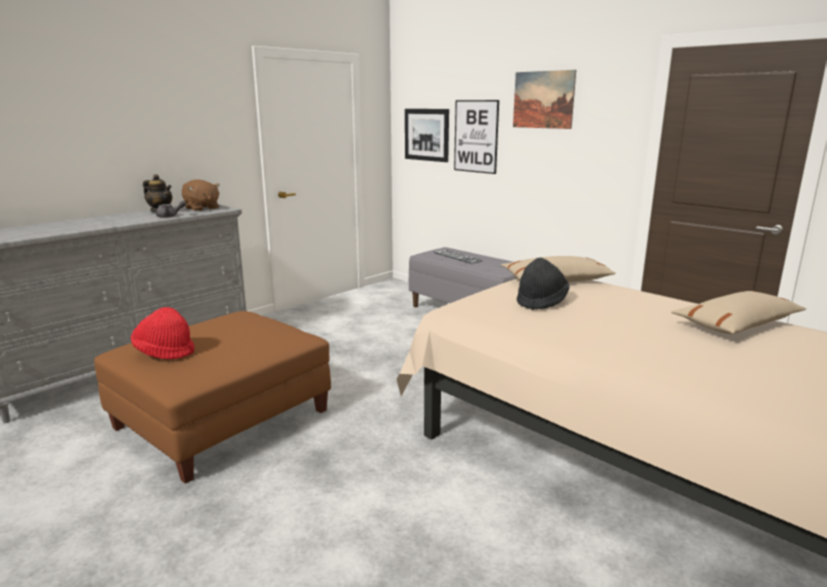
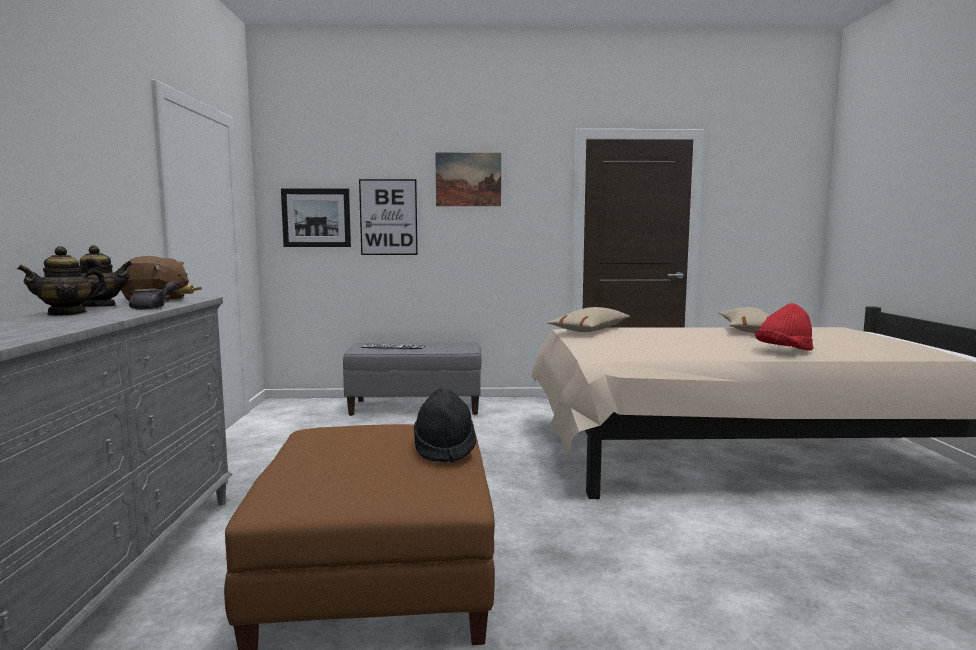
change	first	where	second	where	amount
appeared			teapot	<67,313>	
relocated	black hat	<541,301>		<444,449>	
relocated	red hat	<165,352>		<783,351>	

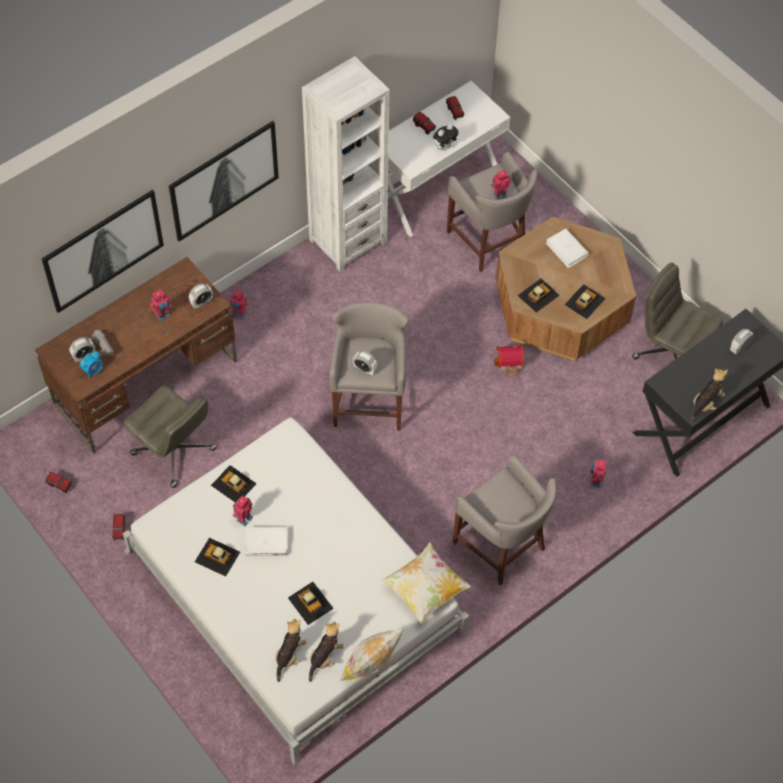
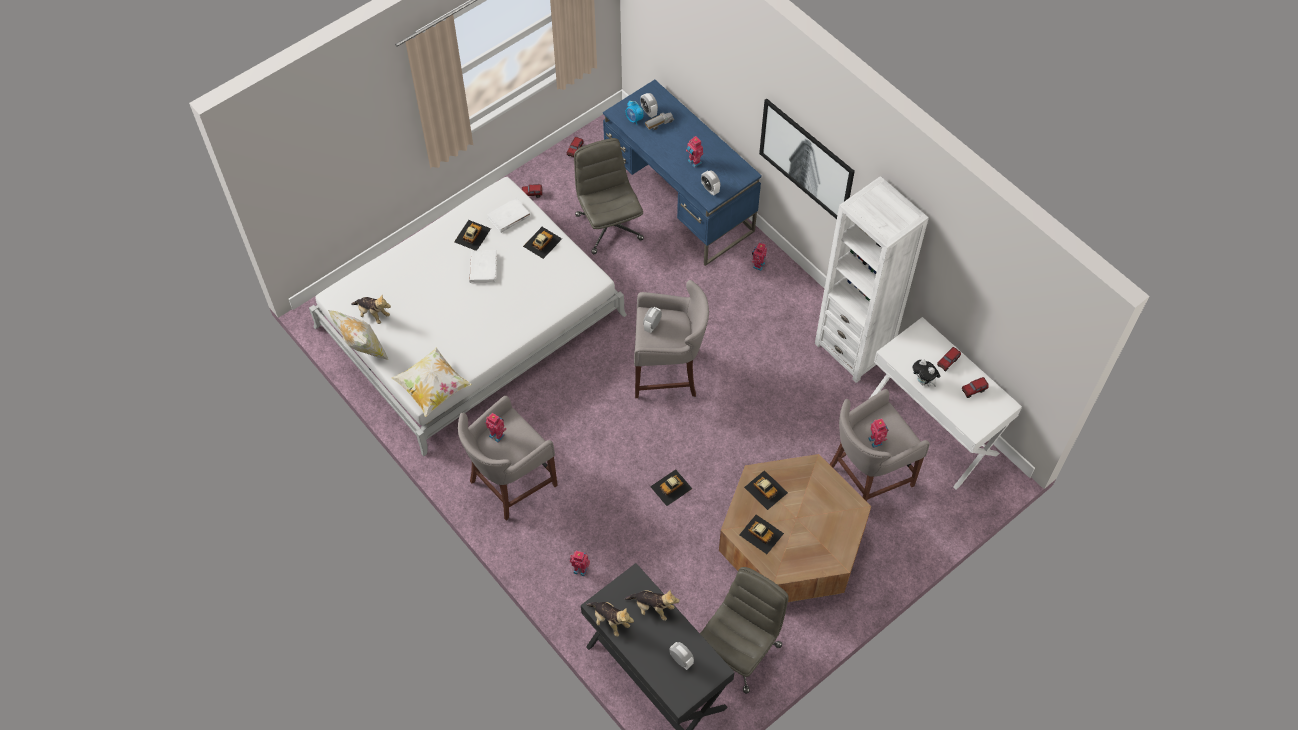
change	first	where	second	where	amount
relocated	toy robot	<243,518>		<497,435>	
relocated	white book	<567,249>		<508,217>	
spun	grey office chair	<174,452>		<608,226>	120 degrees clockwise
colour	brown desk	<146,382>	blue desk	<679,201>	
relocated	plush toy	<289,655>		<652,607>	
relocated	toy car	<310,602>		<671,487>	
missing	picture	<102,249>			
missing	toy house	<510,364>			

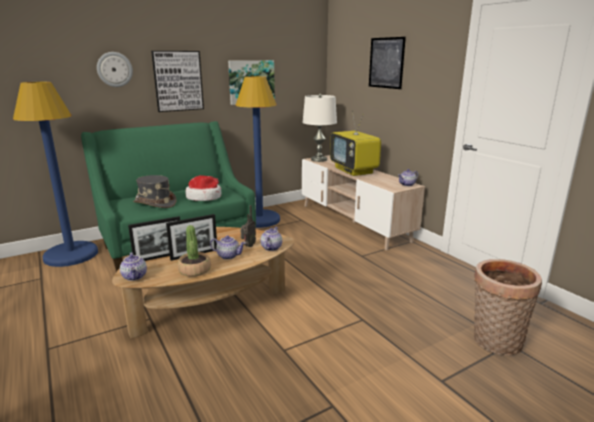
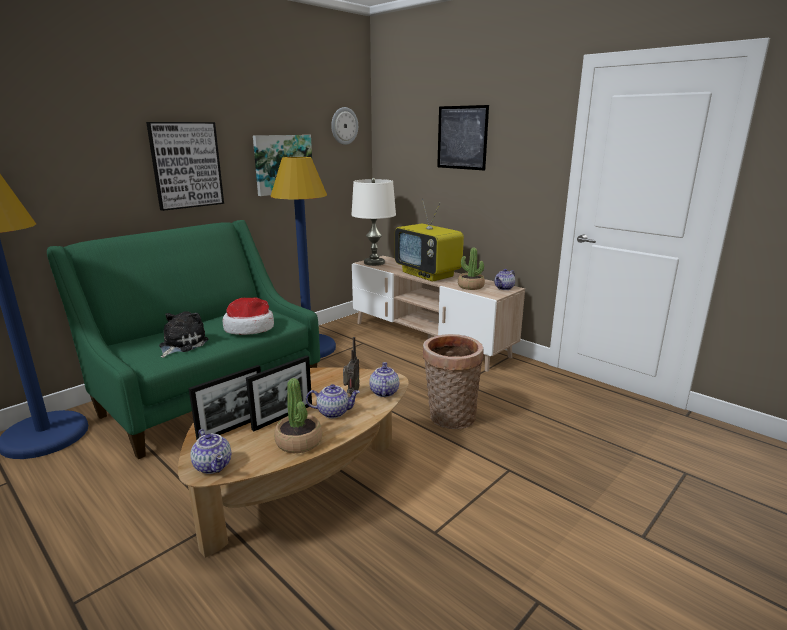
change	first	where	second	where	amount
exchanged	grey hat	<155,203>	plush toy	<181,345>	
relocated	wall clock	<114,69>		<344,126>	
relocated	basket	<494,342>		<450,418>	
appeared			potted plant	<470,286>	

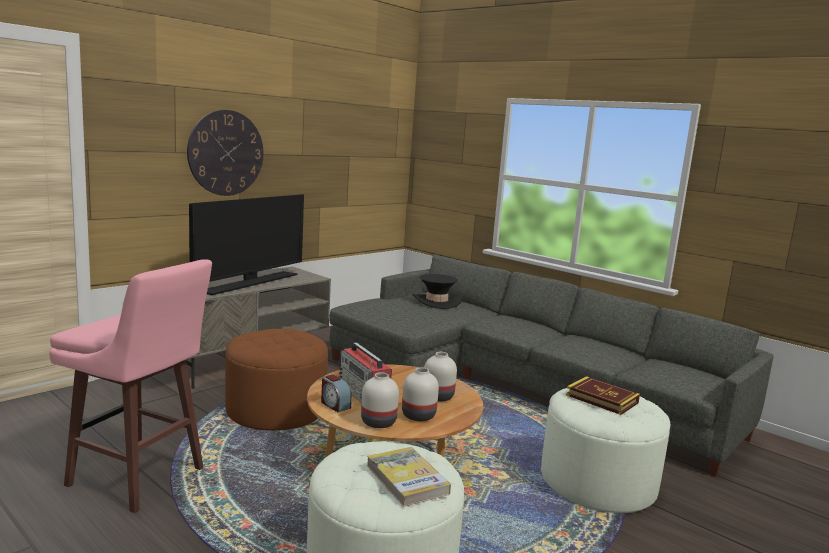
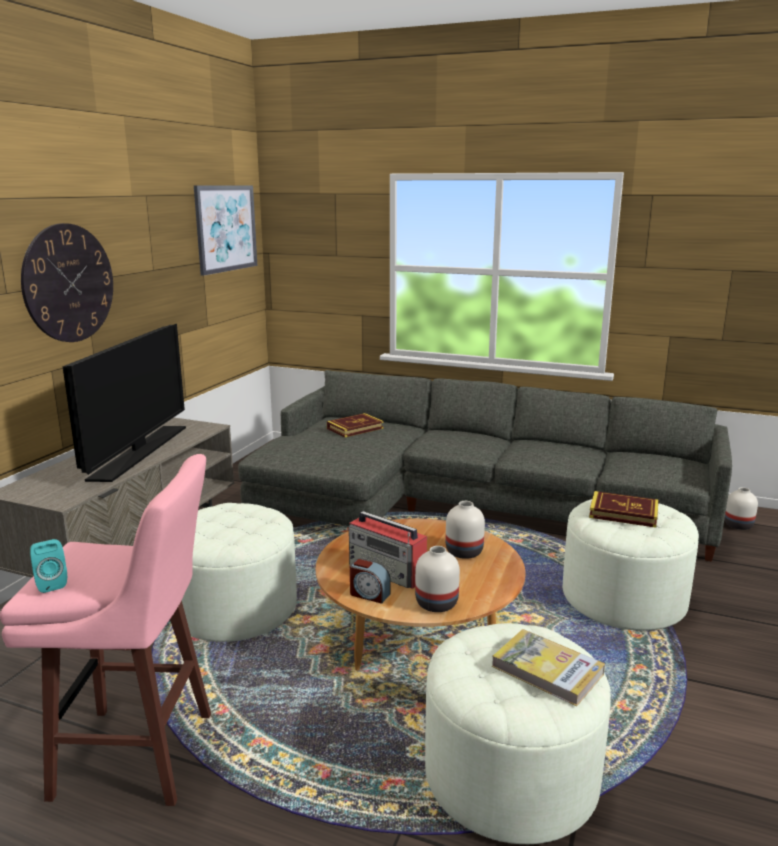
change	first	where	second	where	amount
appeared			turquoise speaker	<50,583>	
colour	brown ottoman	<276,410>	white ottoman	<235,608>	
appeared			picture	<226,228>	
exchanged	black hat	<436,302>	book	<355,428>	
relocated	white vase	<419,415>		<738,525>	

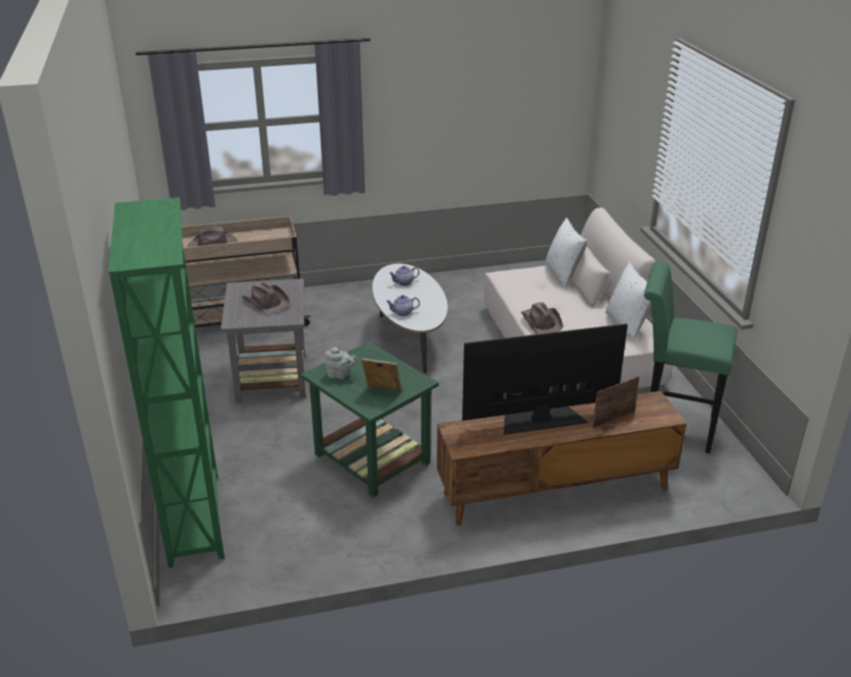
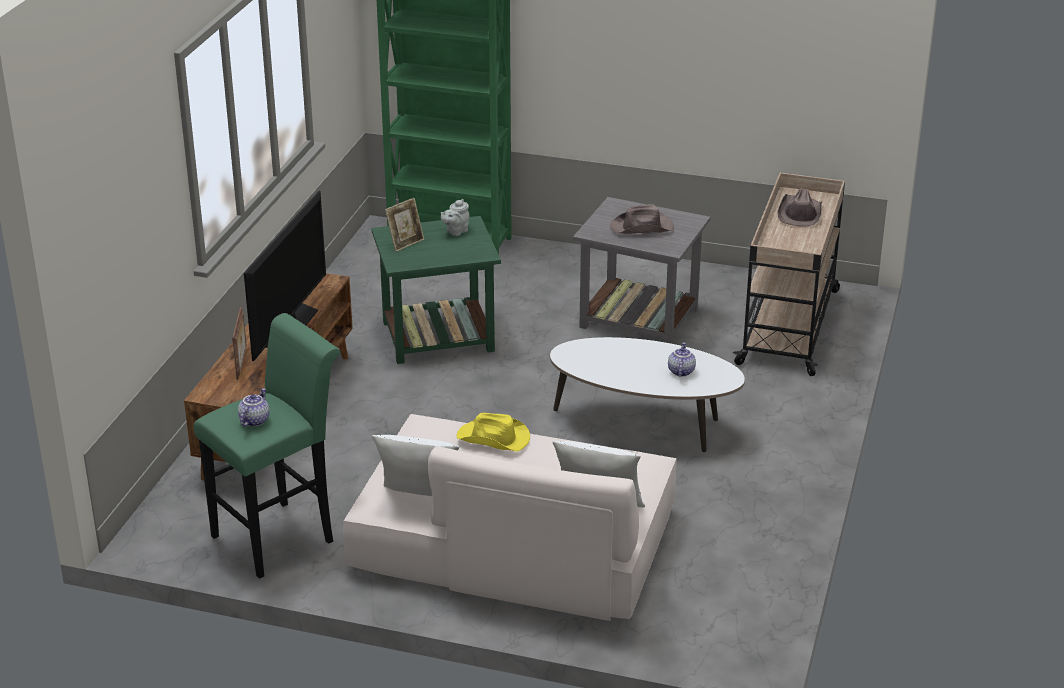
change	first	where	second	where	amount
relocated	teapot	<403,313>		<254,420>	
colour	brown hat	<542,322>	yellow hat	<494,438>	

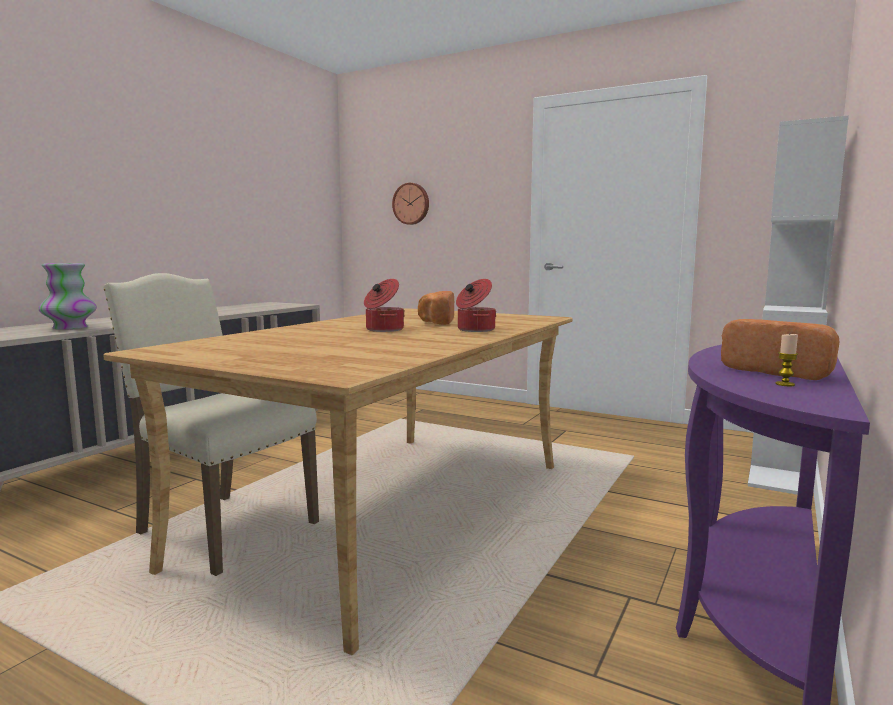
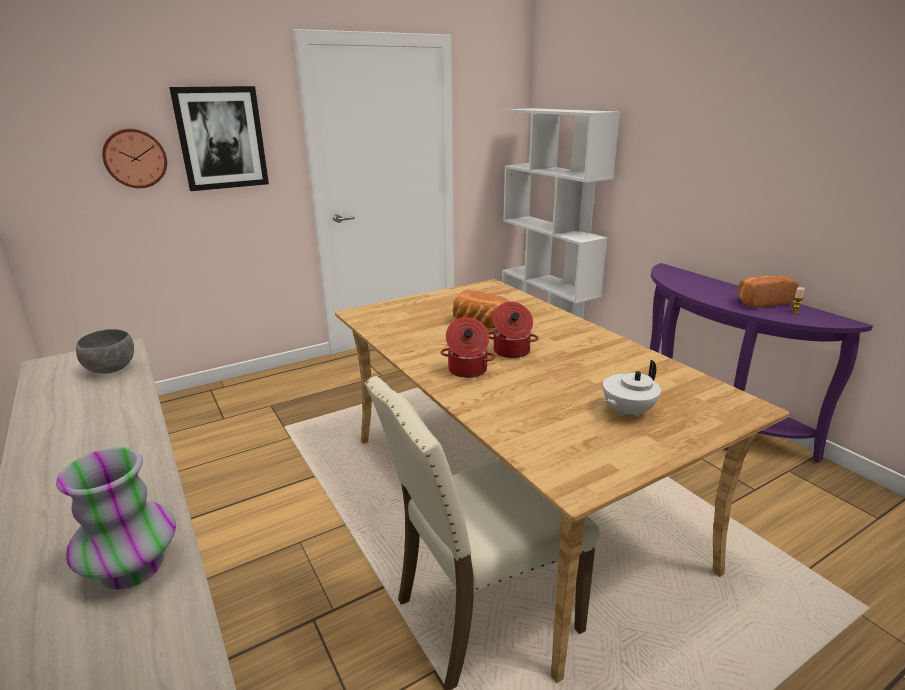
change	first	where	second	where	amount
appeared			grey bowl	<113,369>	
appeared			picture	<221,138>	
relocated	cooking pot	<475,330>		<467,370>	
appeared			white teapot	<627,411>	

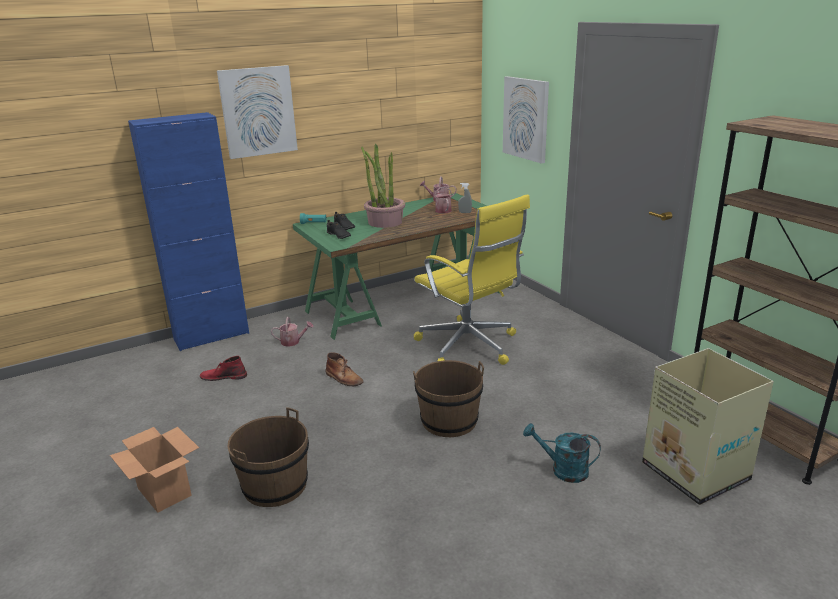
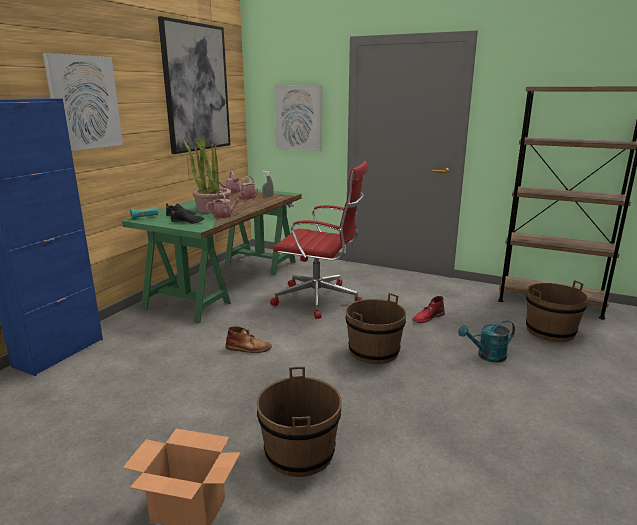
change	first	where	second	where	amount
appeared			picture	<196,88>	
relocated	watering can	<293,342>		<225,215>	
colour	yellow office chair	<469,346>	red office chair	<320,300>	
relocated	red boot	<223,376>		<427,317>	
exchanged	cardboard box	<694,471>	brown bucket	<550,331>	

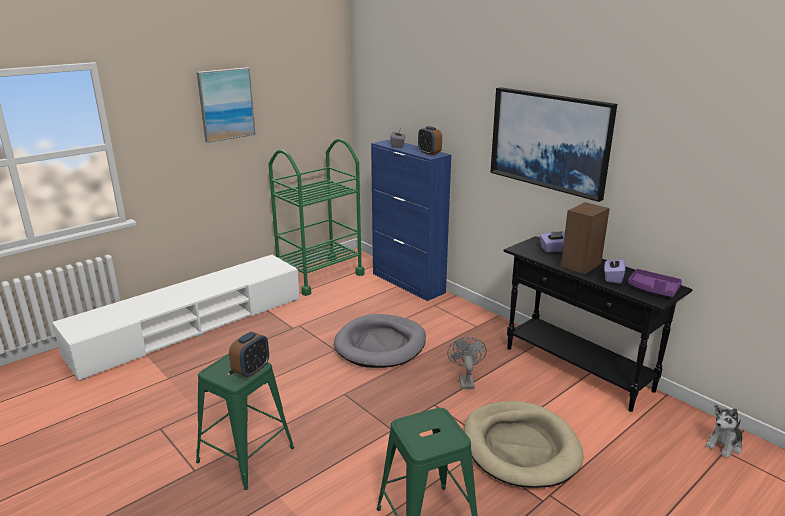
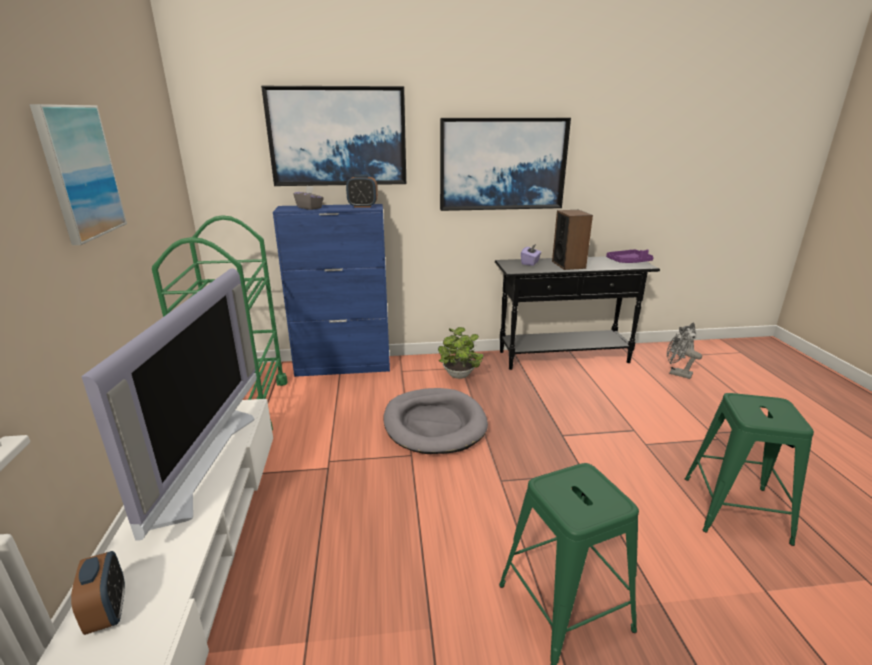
change	first	where	second	where	amount
relocated	alarm clock	<251,370>		<108,612>	
appeared			television	<199,461>	
appeared			picture	<338,137>	
appeared			potted plant	<459,376>	
relocated	grey fan	<465,380>		<676,373>	
missing	beige dog bed	<520,447>			
missing	purple tissue box	<612,278>			

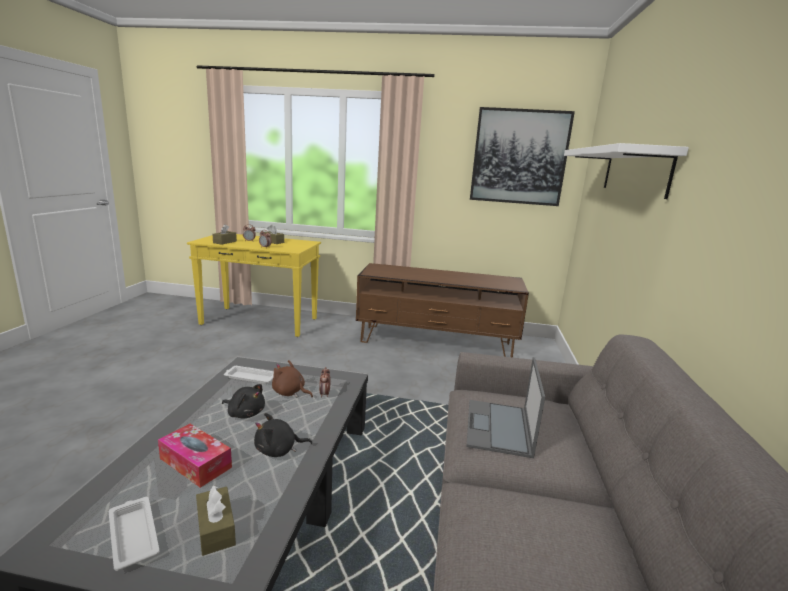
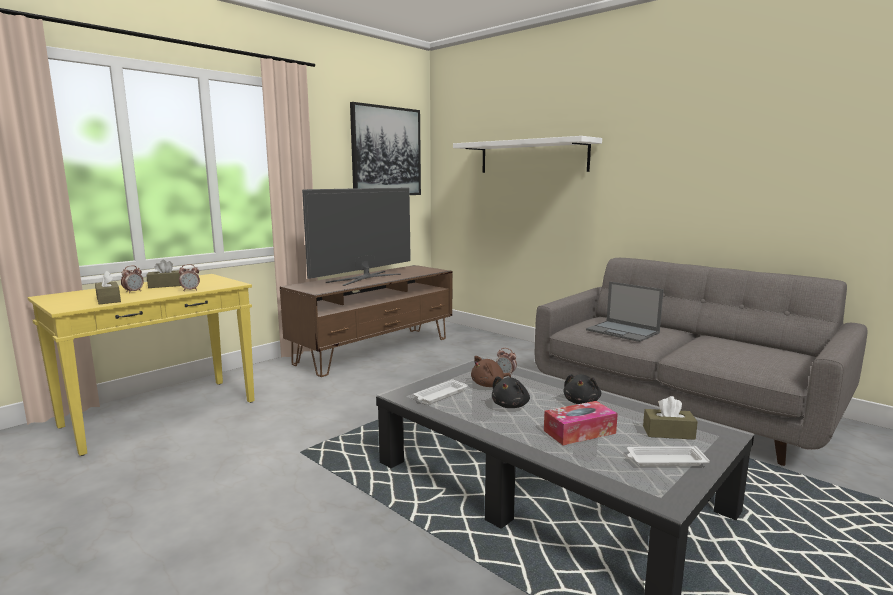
change	first	where	second	where	amount
appeared			television	<365,278>	
spun	black plush toy	<245,413>		<511,405>	150 degrees clockwise

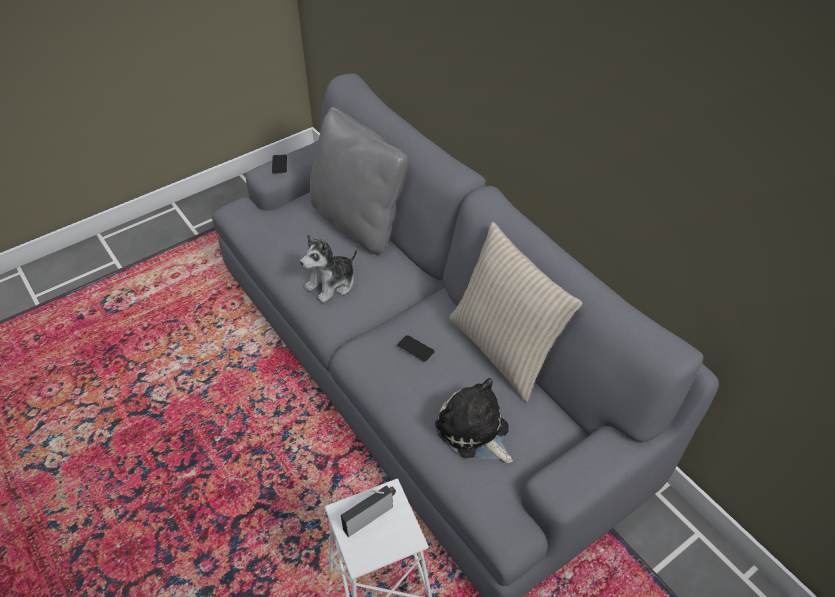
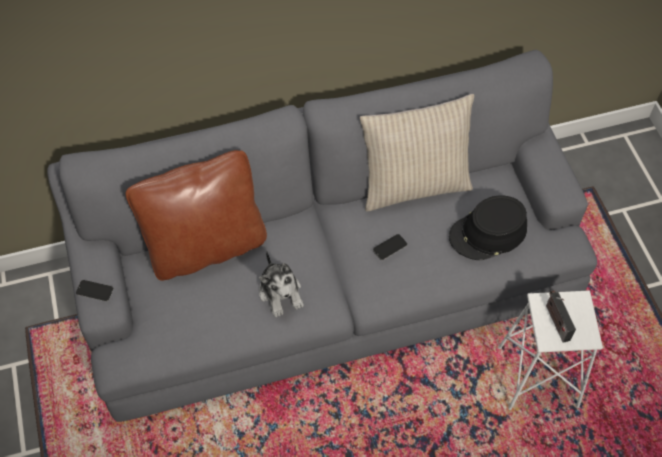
change	first	where	second	where	amount
colour	grey pillow	<358,222>	brown pillow	<206,246>	
exchanged	plush toy	<474,431>	black hat	<488,233>	

